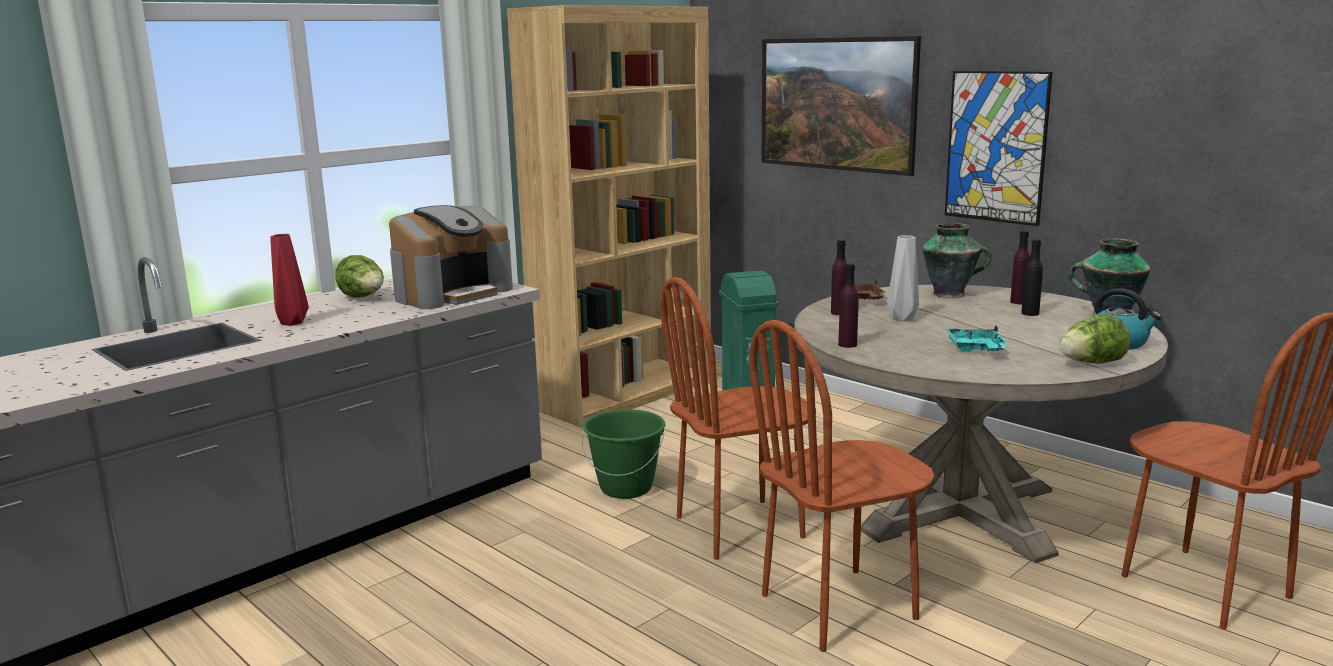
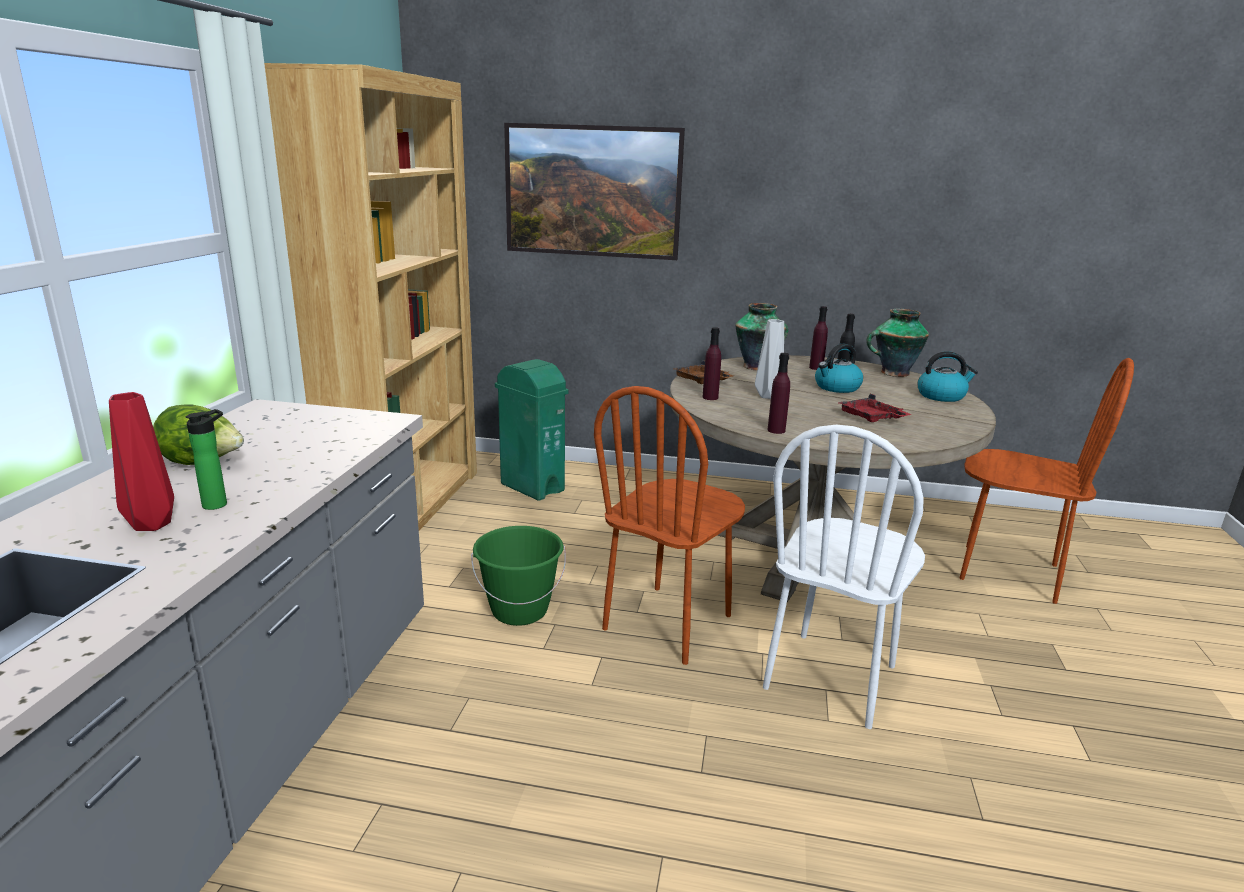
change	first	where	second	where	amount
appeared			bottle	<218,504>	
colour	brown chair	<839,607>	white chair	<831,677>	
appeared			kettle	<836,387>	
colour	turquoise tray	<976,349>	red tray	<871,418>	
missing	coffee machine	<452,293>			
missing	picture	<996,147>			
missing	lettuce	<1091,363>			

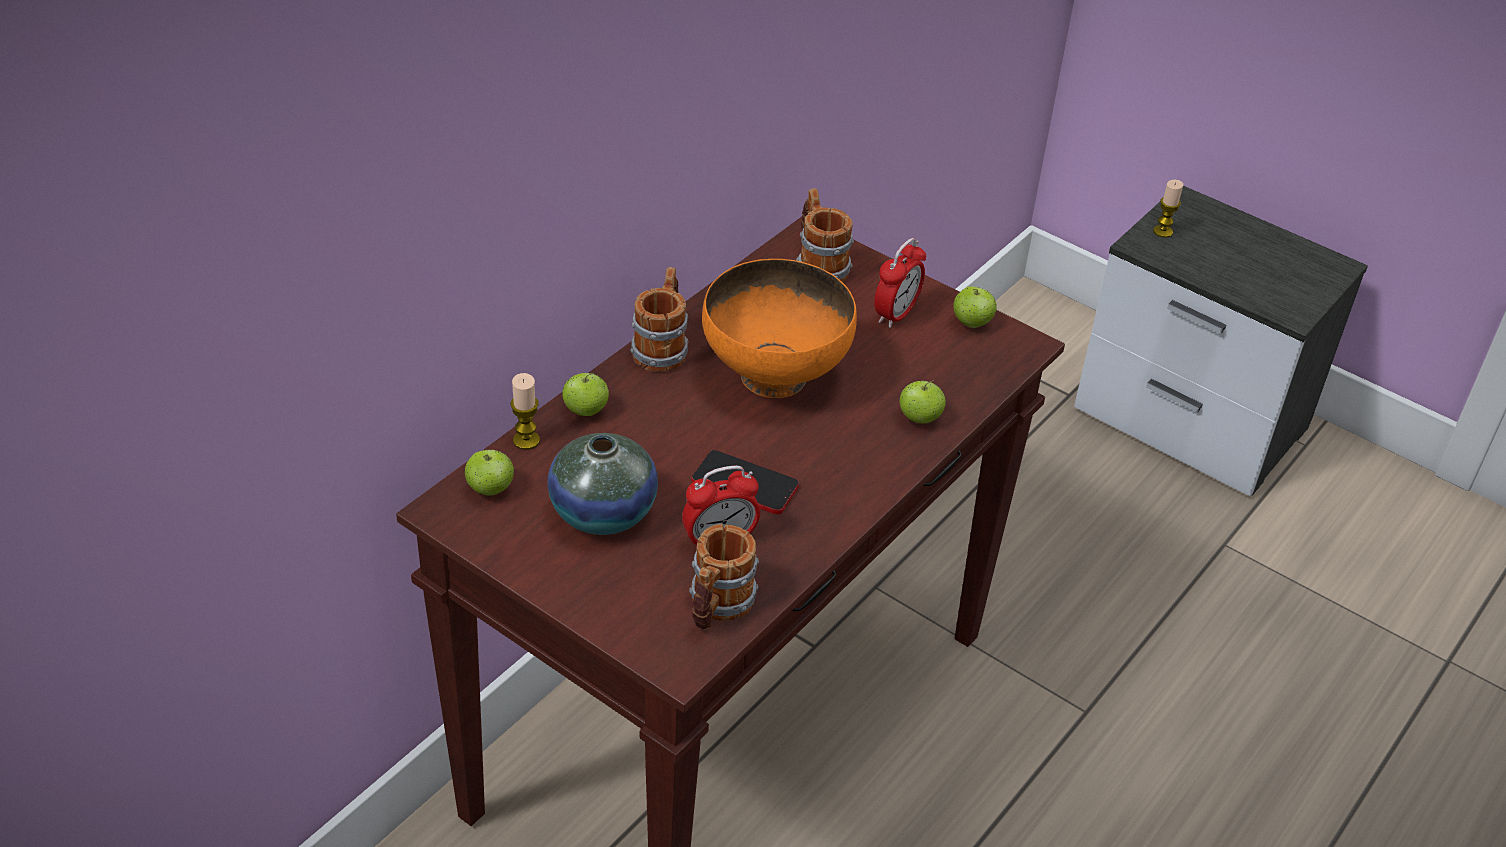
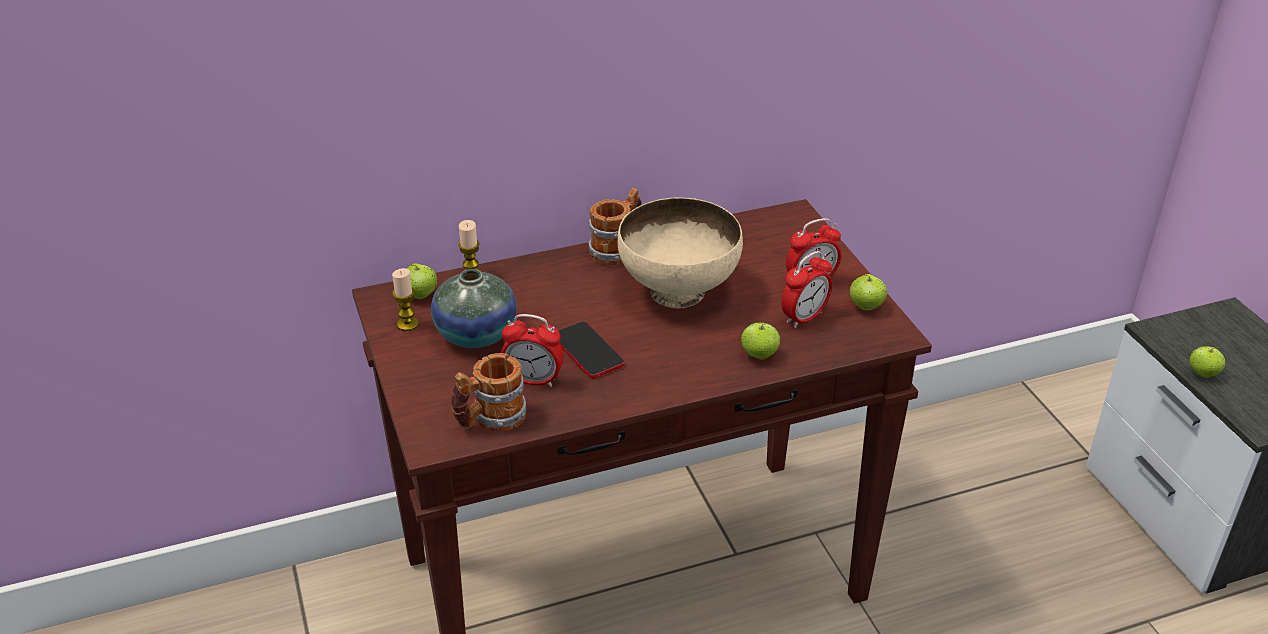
change	first	where	second	where	amount
relocated	candle	<1162,231>		<407,324>	
colour	orange bowl	<776,376>	beige bowl	<679,293>	
appeared			alarm clock	<804,318>	
relocated	apple	<585,411>		<1202,374>	
missing	mug	<818,264>			

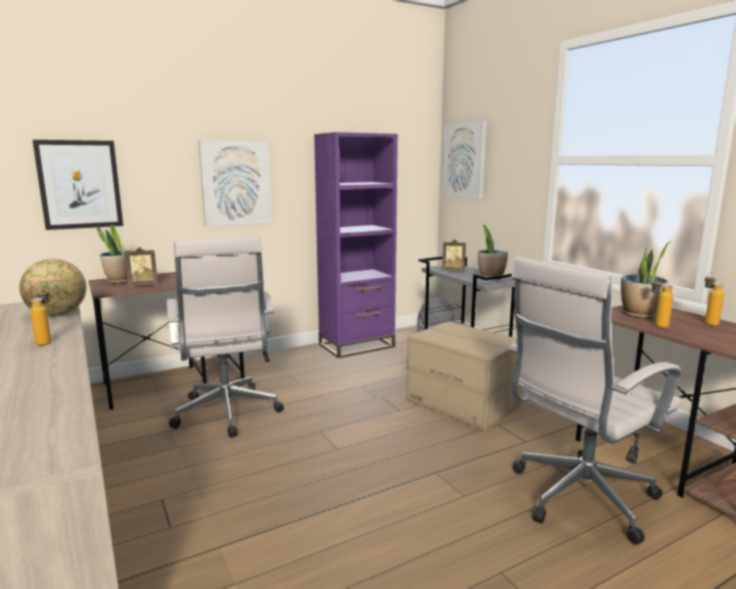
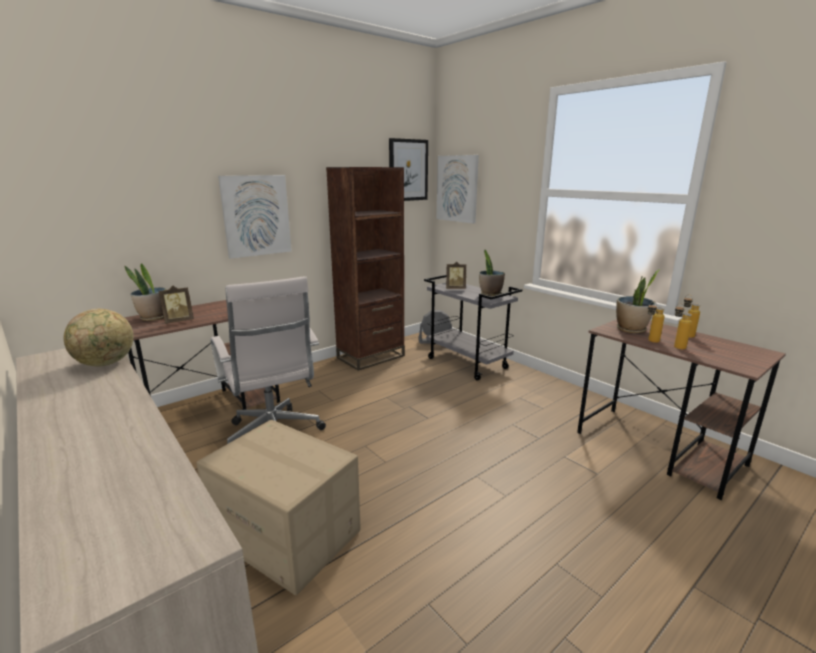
change	first	where	second	where	amount
relocated	cardboard box	<463,403>		<287,533>	
colour	purple bookcase	<357,345>	brown bookcase	<371,357>	
relocated	picture	<80,184>		<408,170>	
relocated	bottle	<46,341>		<676,346>	
missing	white office chair	<578,499>			

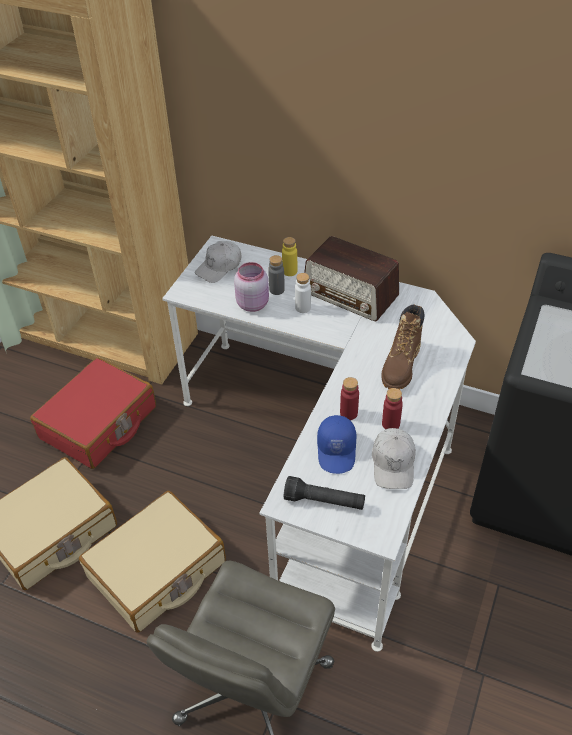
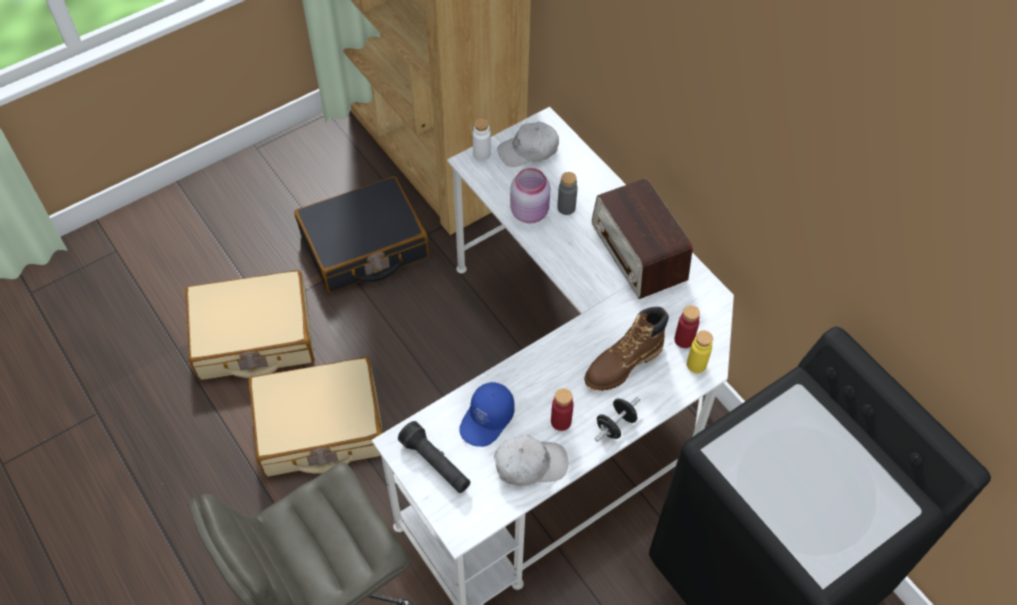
change	first	where	second	where	amount
colour	red suitcase	<99,423>	black suitcase	<364,246>	
relocated	white bottle	<303,308>		<481,154>	
spun	white cap	<393,464>		<529,464>	135 degrees counterclockwise
appeared			black dumbbell	<615,425>	
relocated	red bottle	<348,413>		<684,339>	
relocated	yellow bottle	<290,271>		<696,364>	

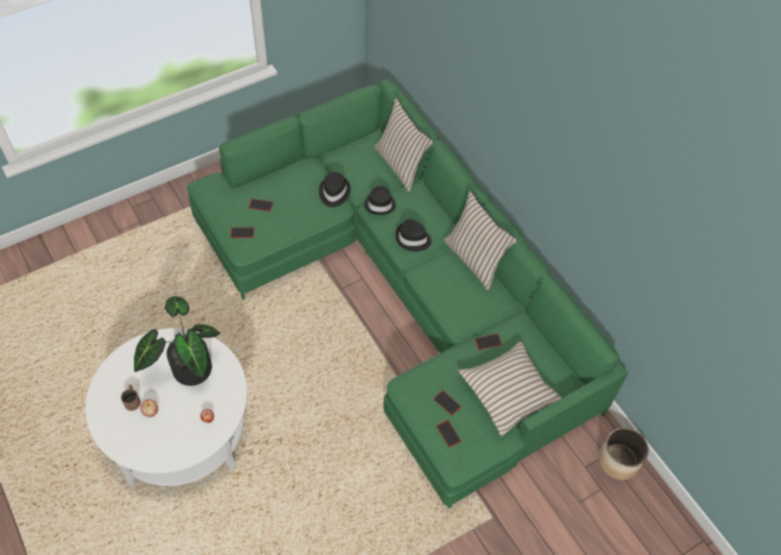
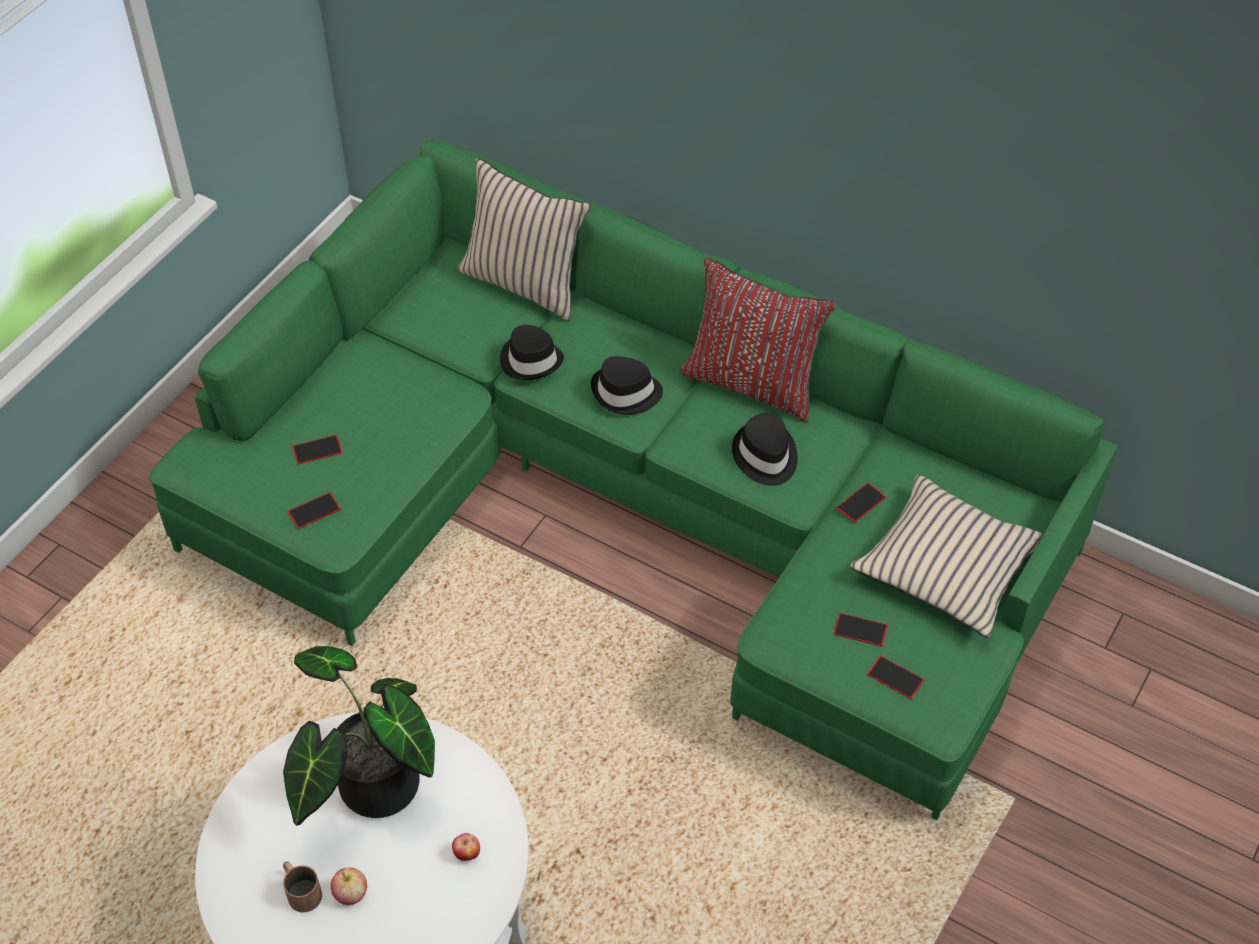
change	first	where	second	where	amount
colour	beige pillow	<475,260>	red pillow	<752,382>	
relocated	black hat	<334,192>		<765,456>	
missing	planter	<619,461>			

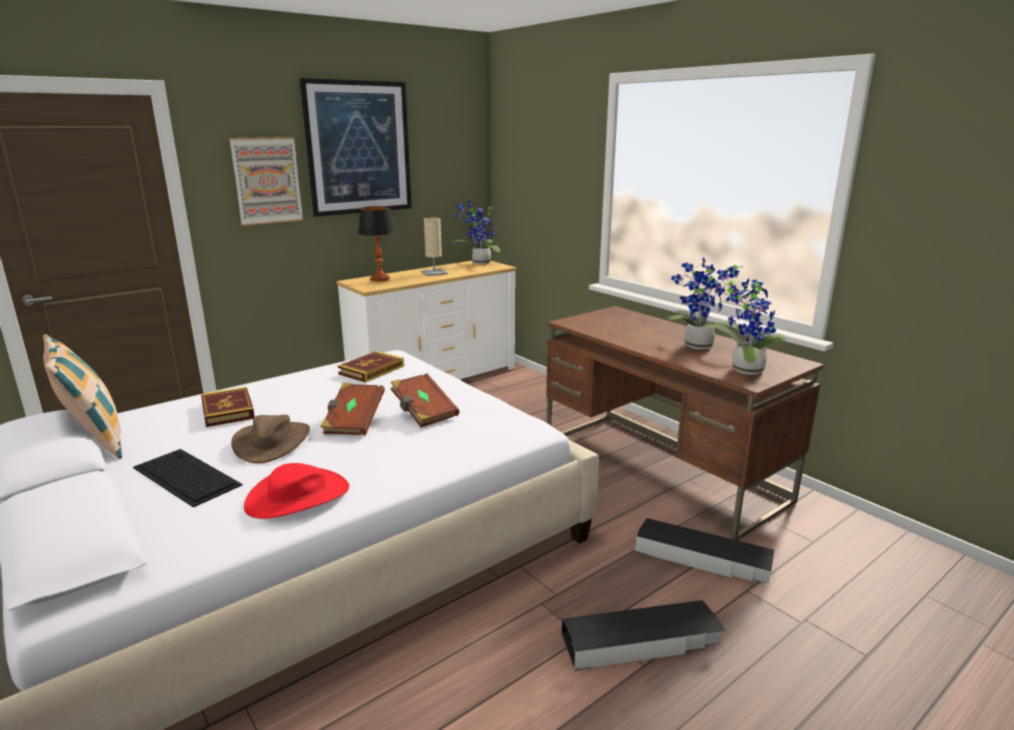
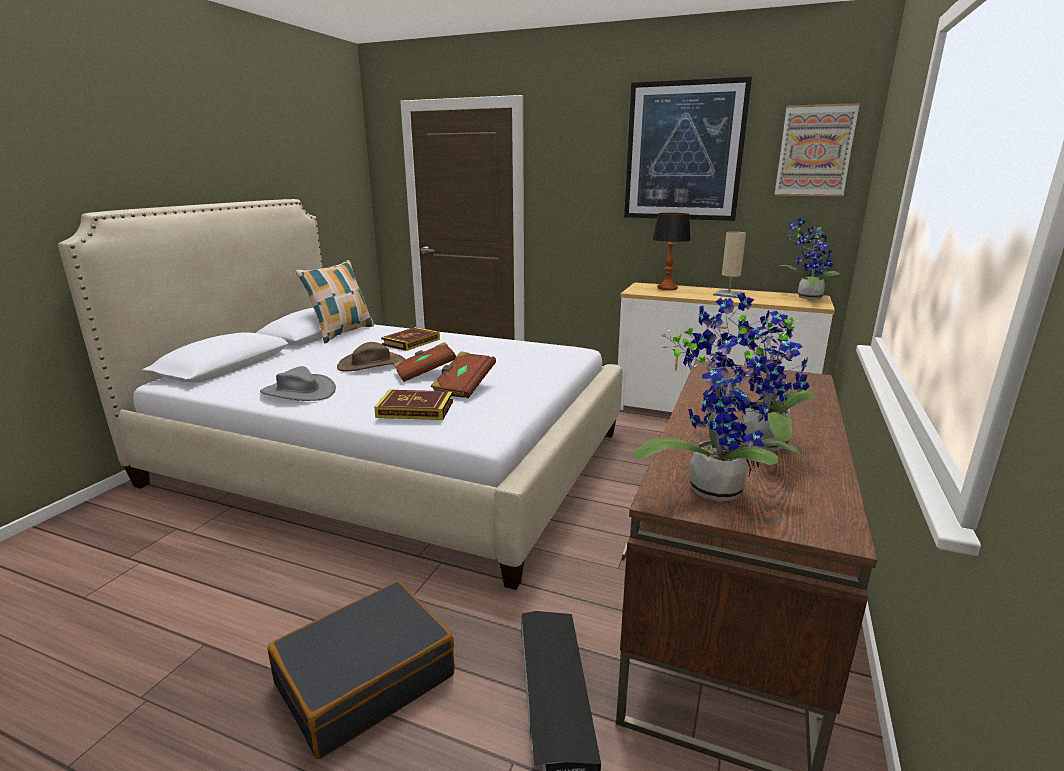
change	first	where	second	where	amount
colour	red hat	<298,497>	grey hat	<298,392>	
exchanged	black storage box	<641,641>	black suitcase	<365,679>	
relocated	book	<371,370>		<415,409>	
relocated	picture	<267,181>		<815,151>	
missing	keyboard	<185,476>			

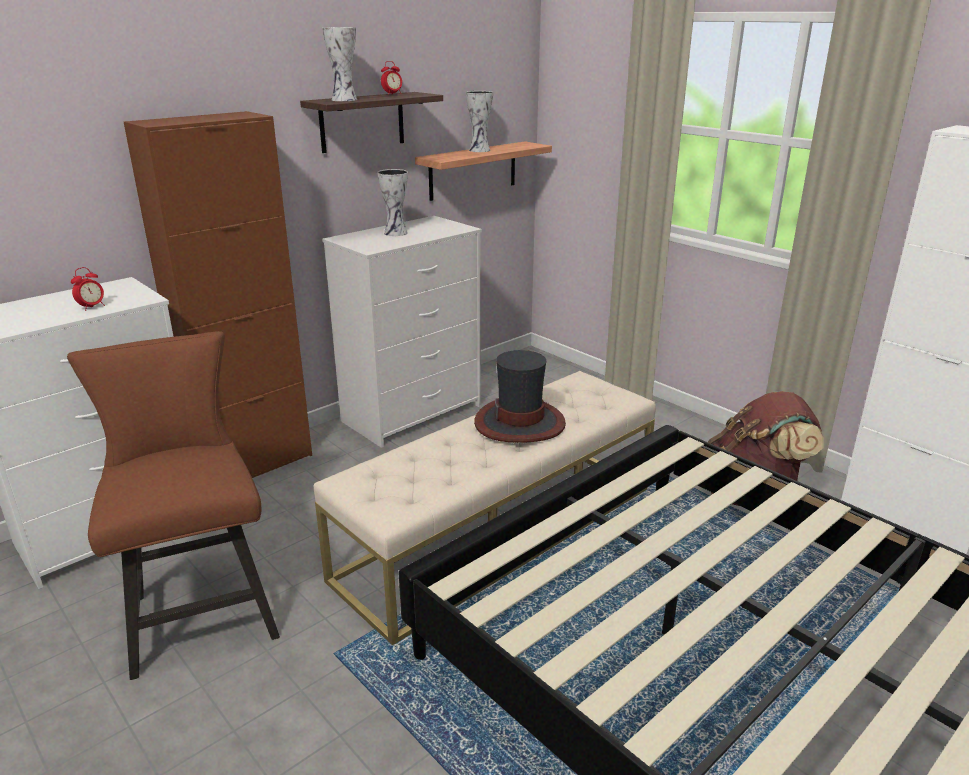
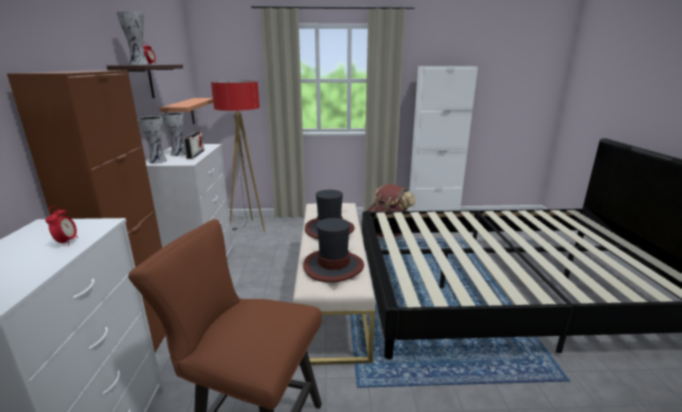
change	first	where	second	where	amount
relocated	vase	<480,150>		<159,161>	
appeared			radio	<195,154>	
appeared			floor lamp	<248,228>	
appeared			hat	<333,266>	

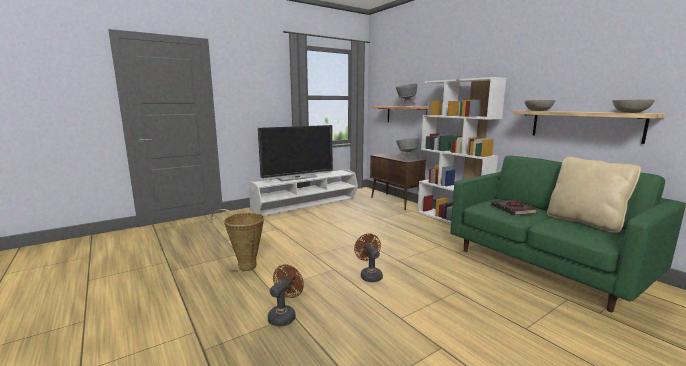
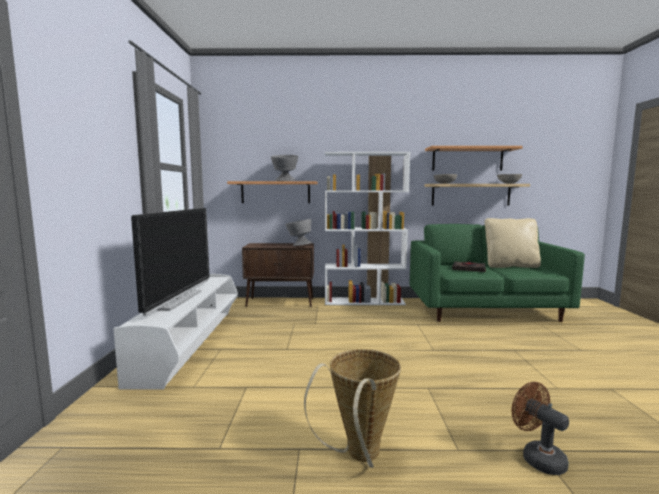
change	first	where	second	where	amount
appeared			shelf	<467,159>	
missing	brown fan	<369,275>			

